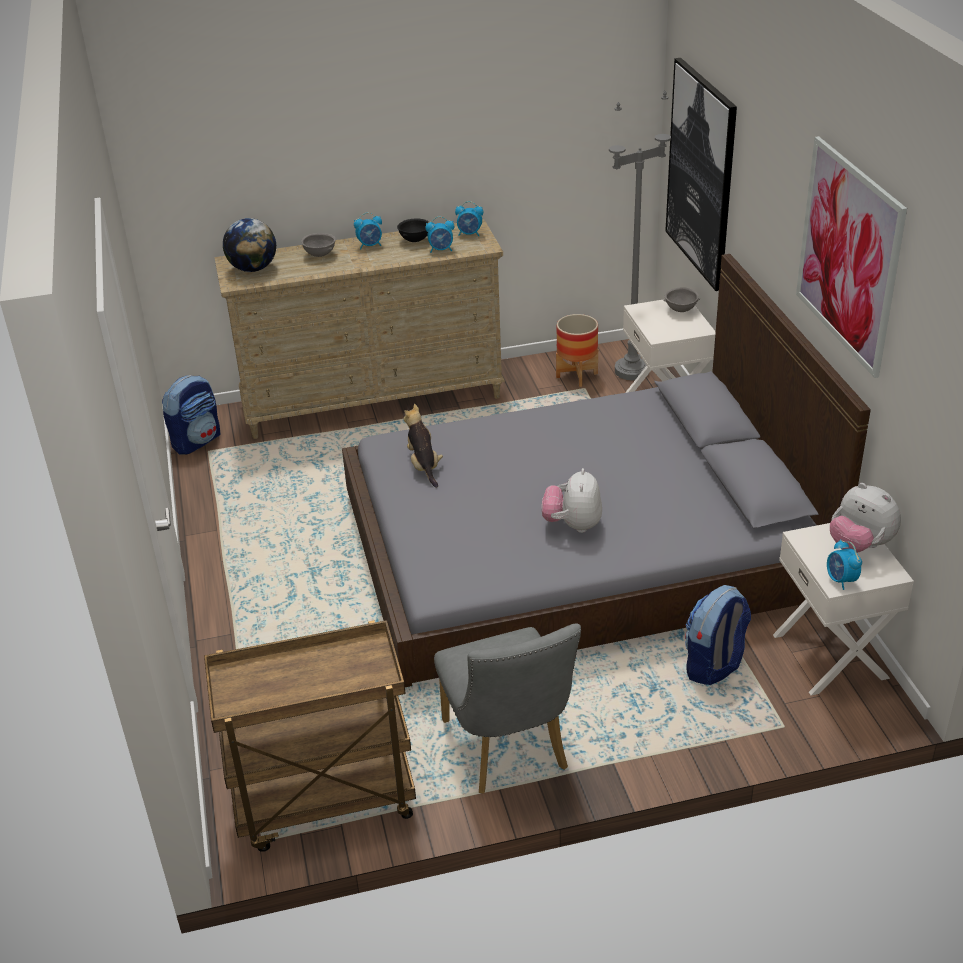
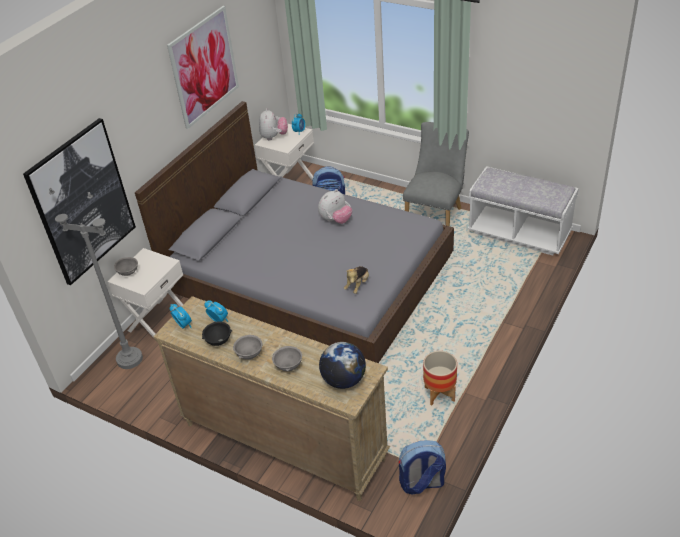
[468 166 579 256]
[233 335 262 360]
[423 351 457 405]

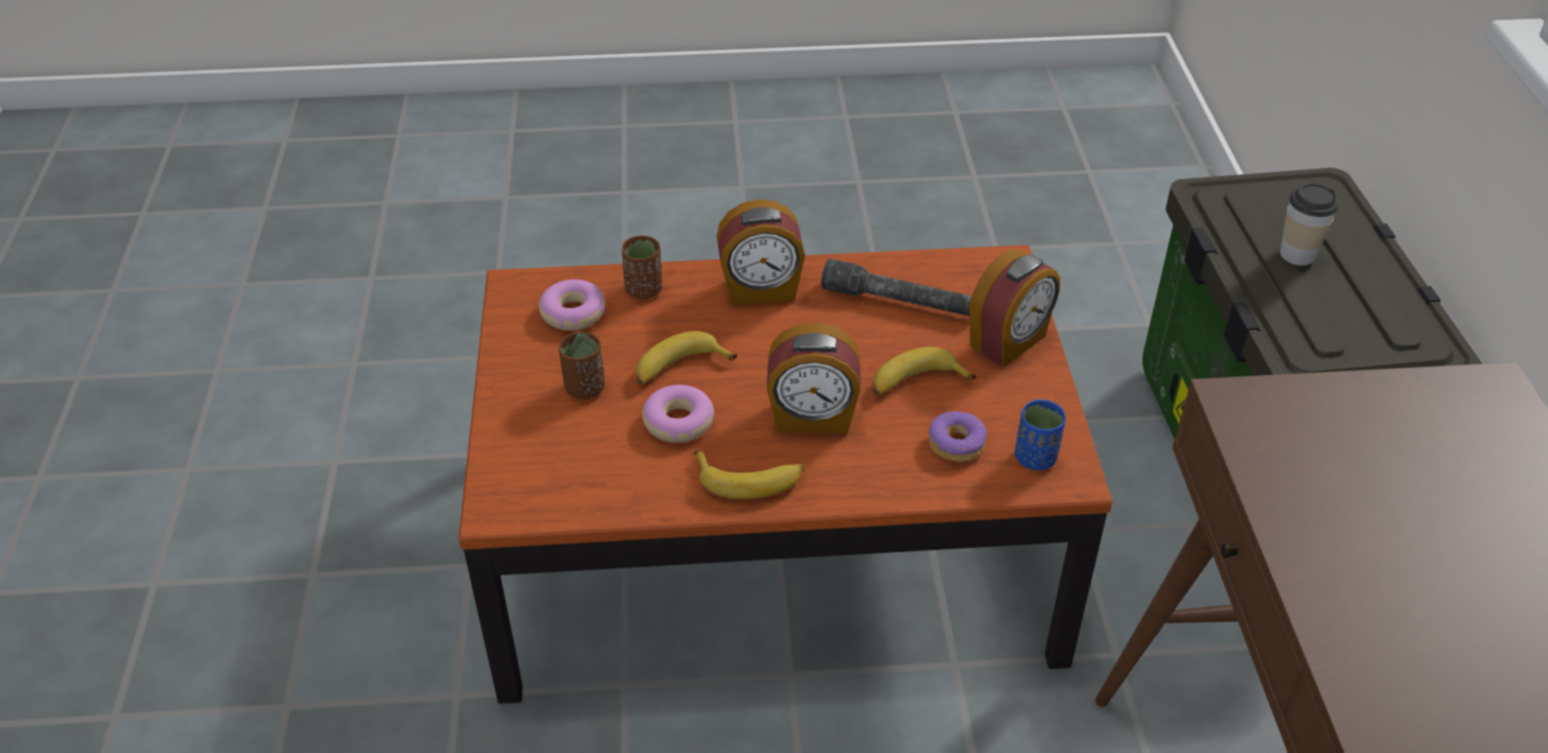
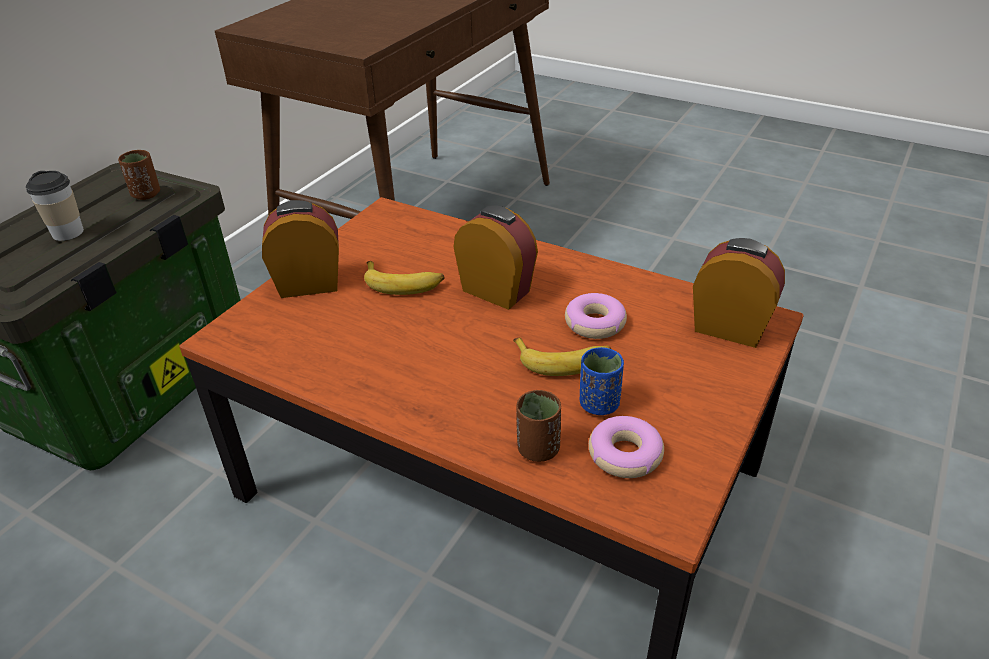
[118 150 160 200]
[694 450 805 499] (first image)
[693 238 785 348]
[821 258 972 316] (first image)
[929 411 987 462] (first image)
[580 347 624 415]

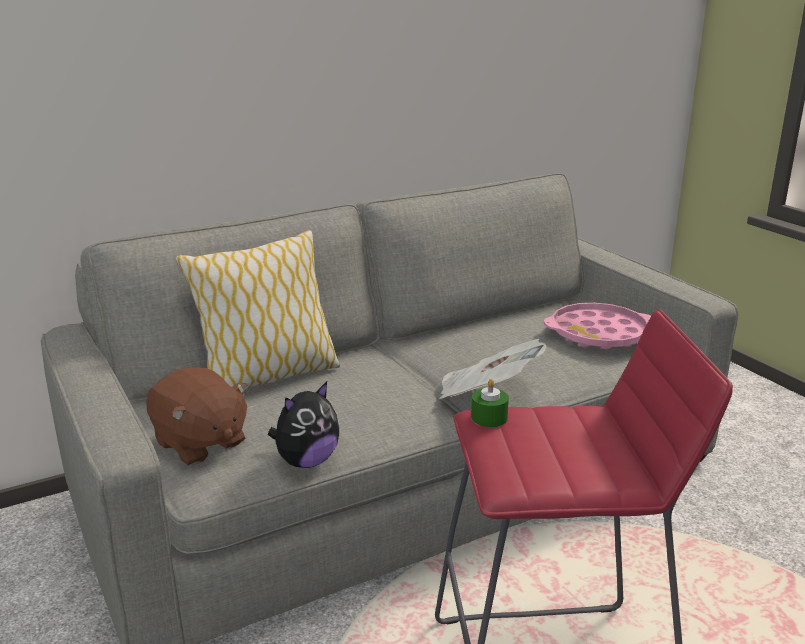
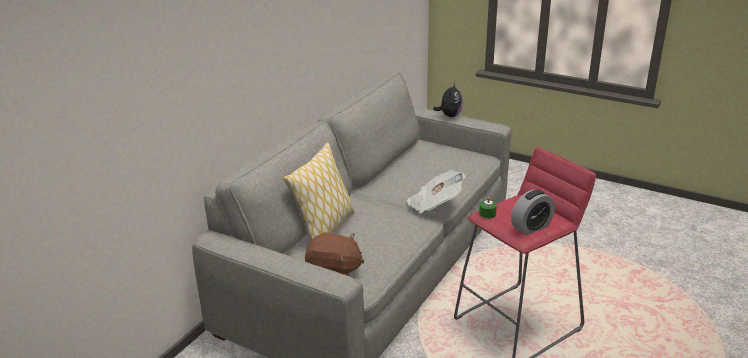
[433 83 463 117]
[544 303 651 349] (first image)
[511 190 555 235]

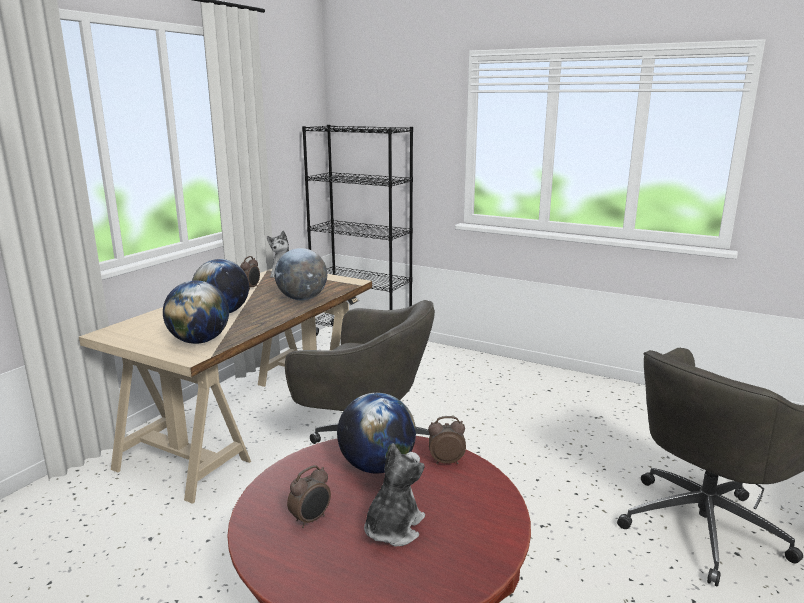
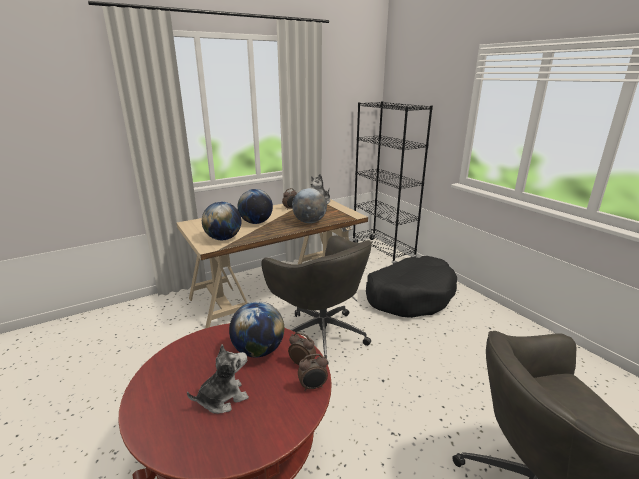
[298 354 328 391]
[366 256 457 318]

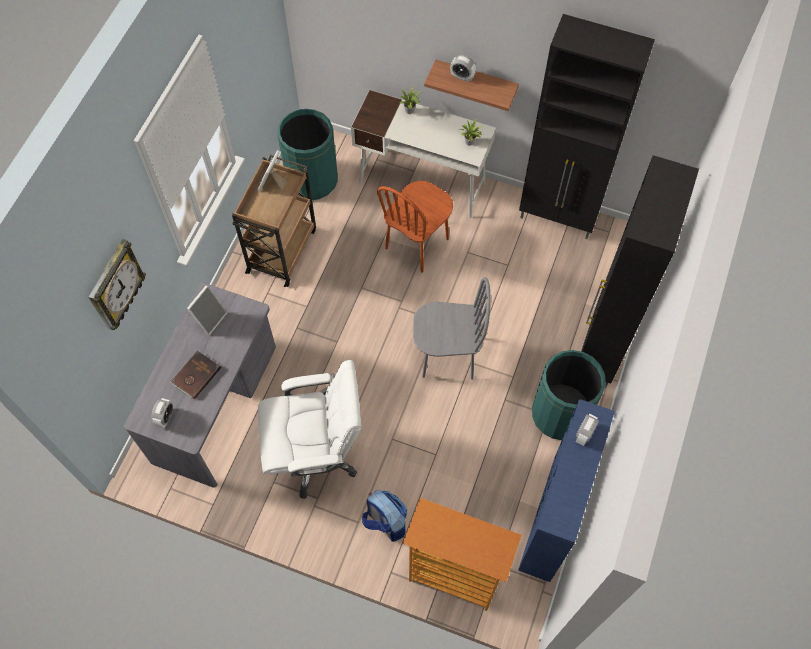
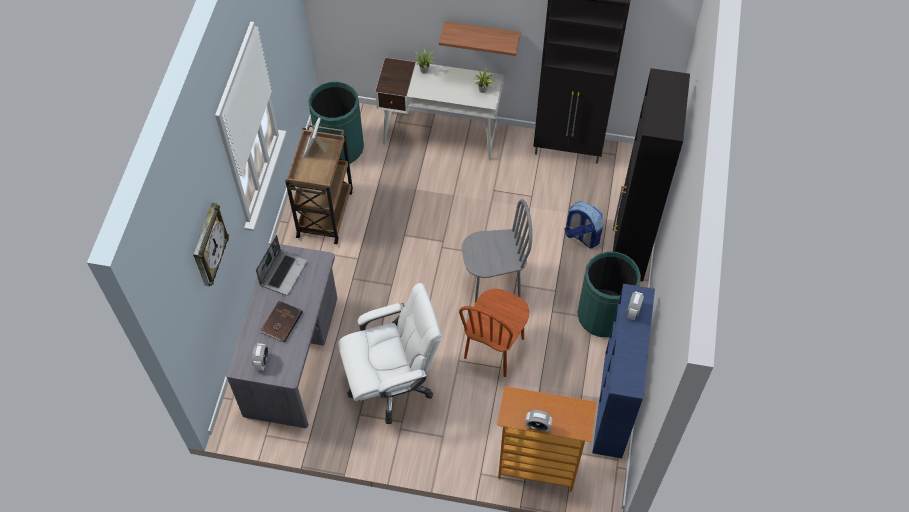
[256 235 307 295]
[564 201 603 248]
[459 289 529 377]
[525 410 552 432]

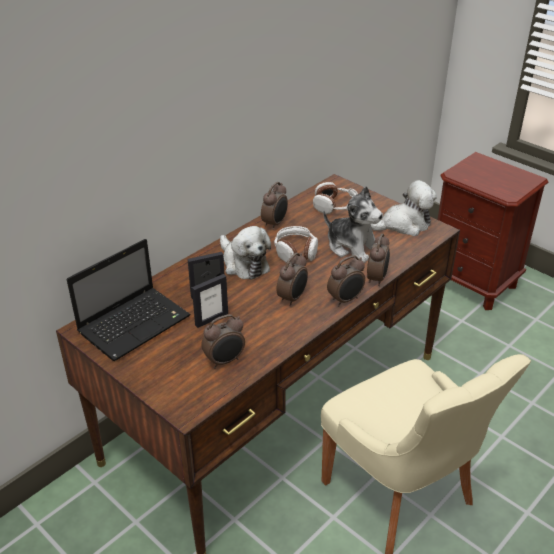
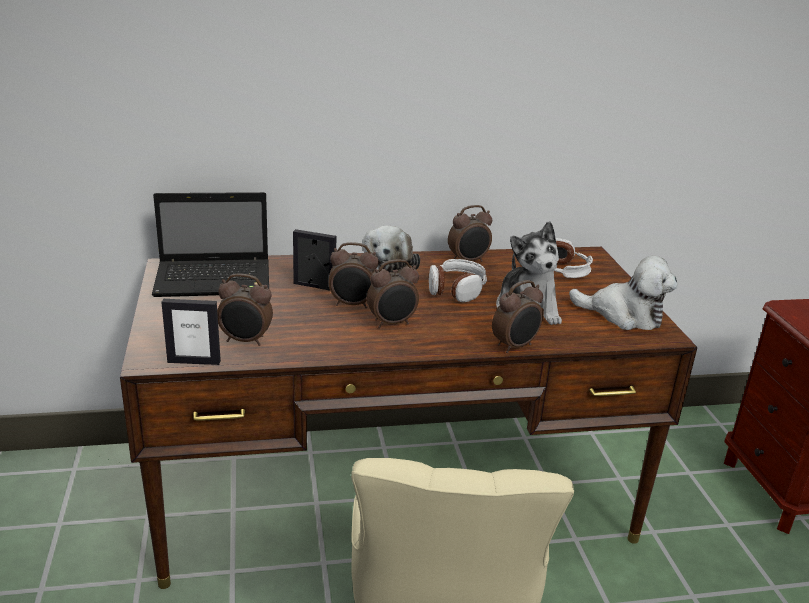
[161 299 221 365]
[329 242 379 308]

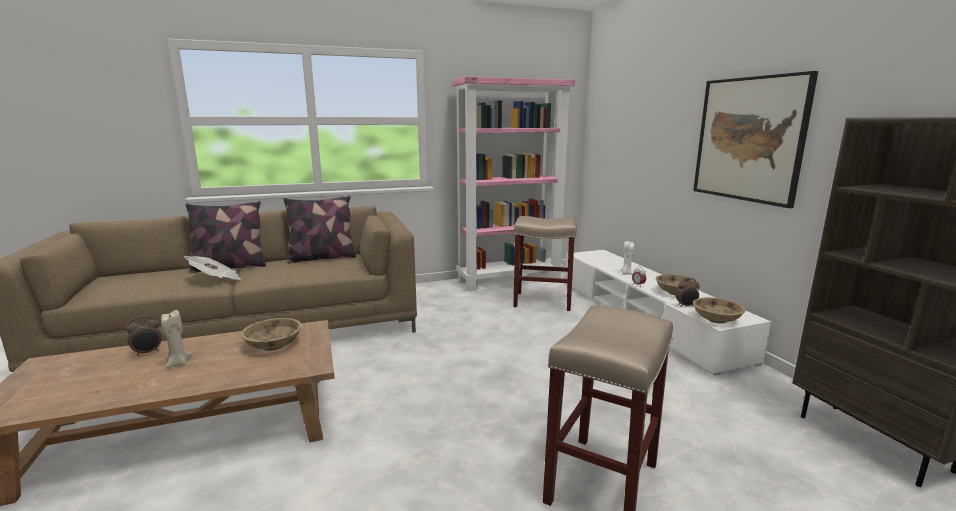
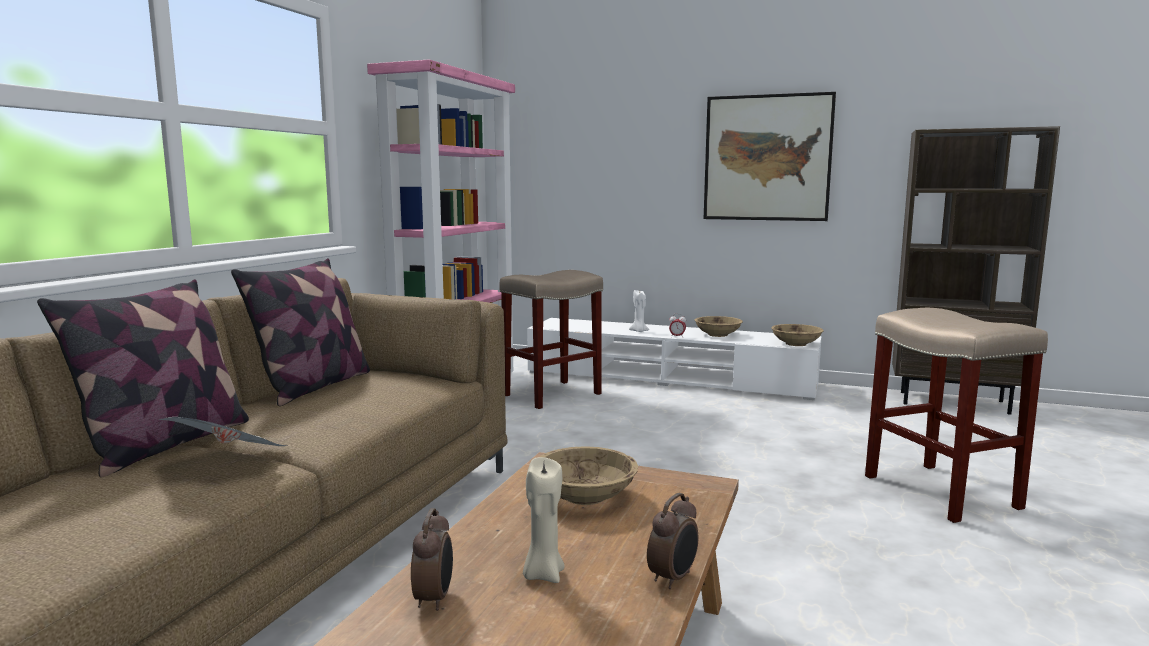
[647 493 699 589]

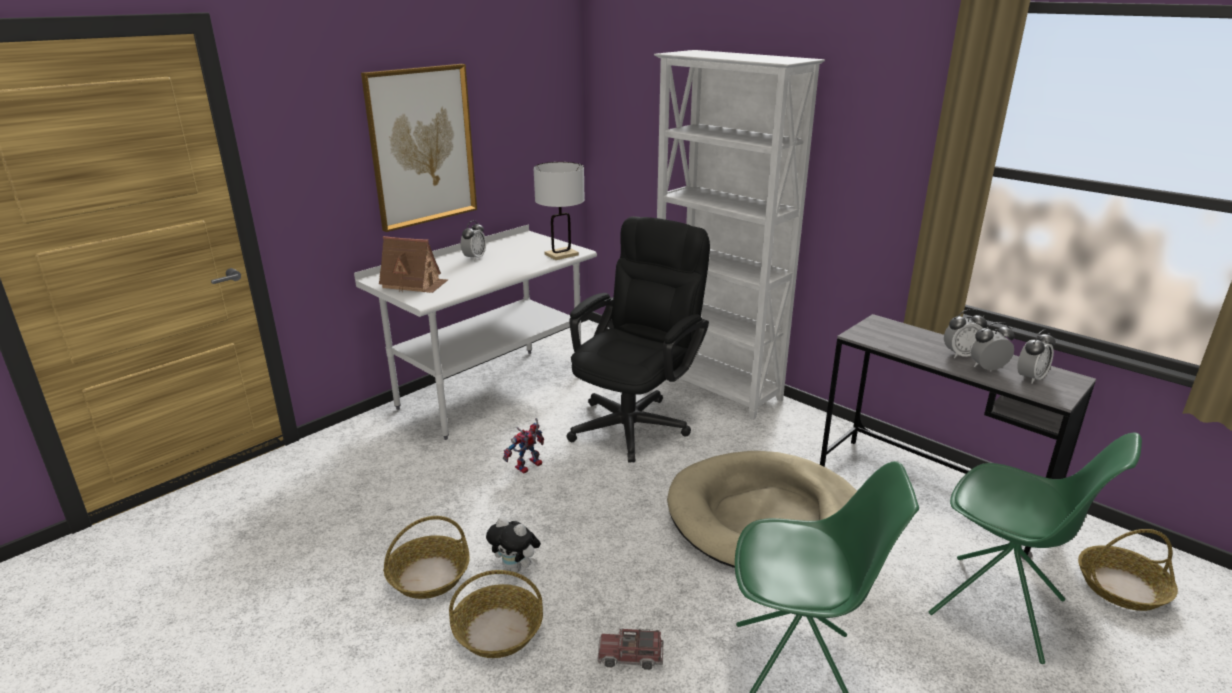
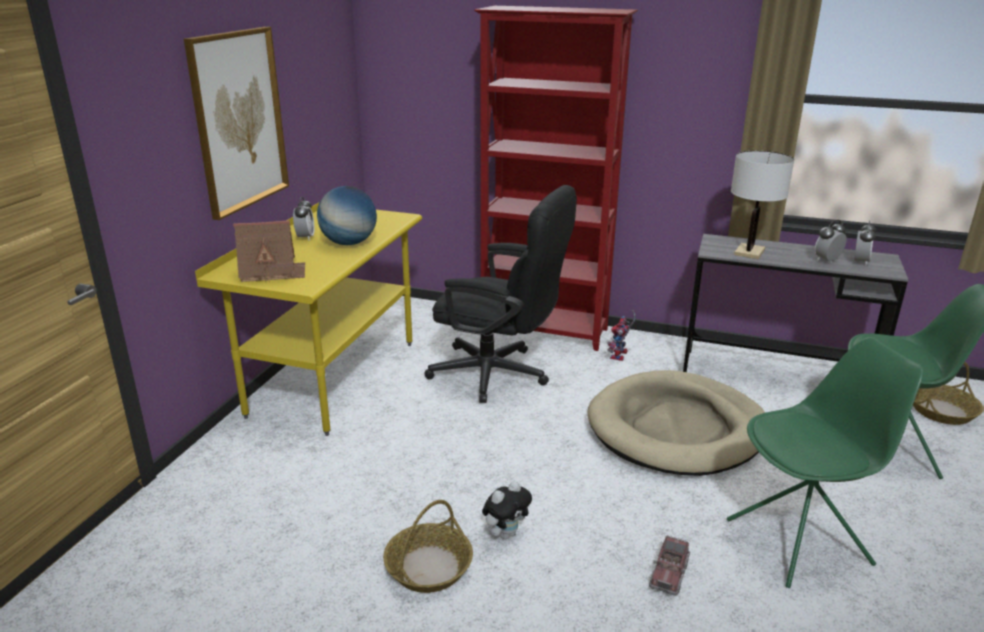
[195 202 422 436]
[449 570 543 658] (first image)
[482 481 532 539]
[607 310 636 361]
[731 151 794 259]
[424 185 577 403]
[649 536 690 596]
[474 6 638 351]
[944 309 987 359] (first image)
[317 186 377 245]

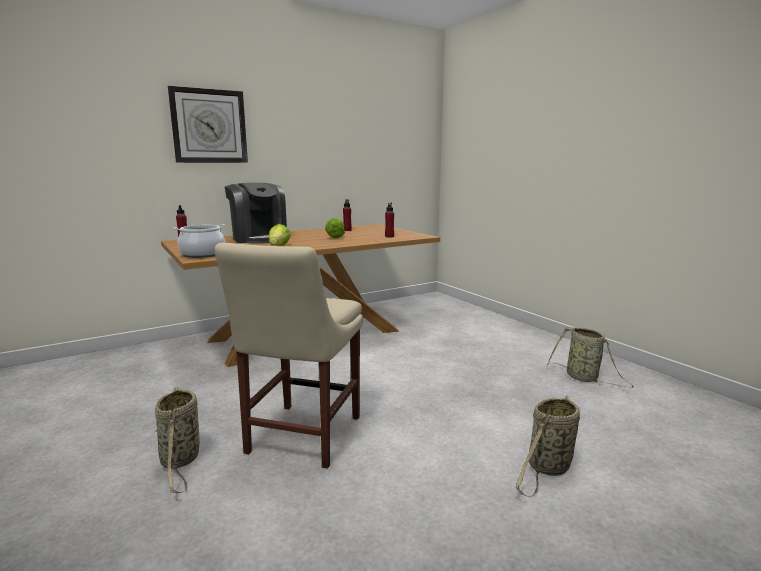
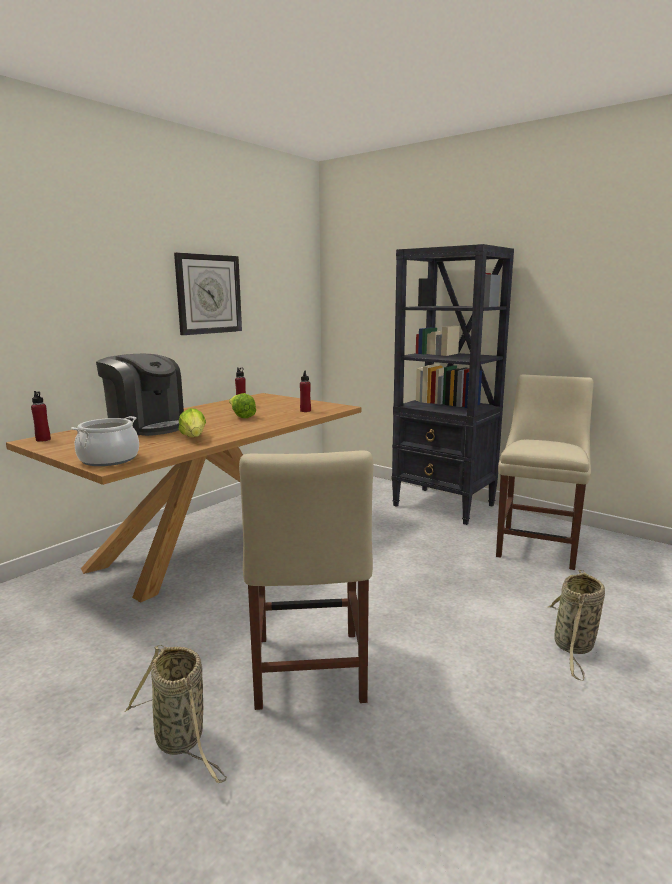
[174 253 242 335]
[496 374 594 570]
[392 244 514 525]

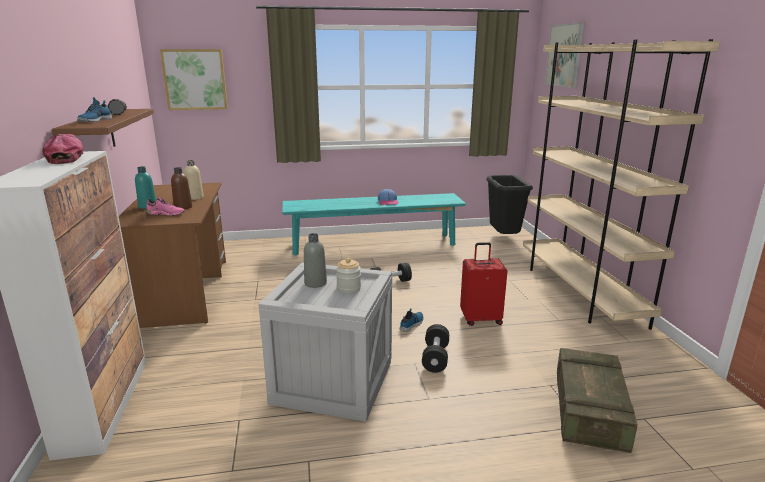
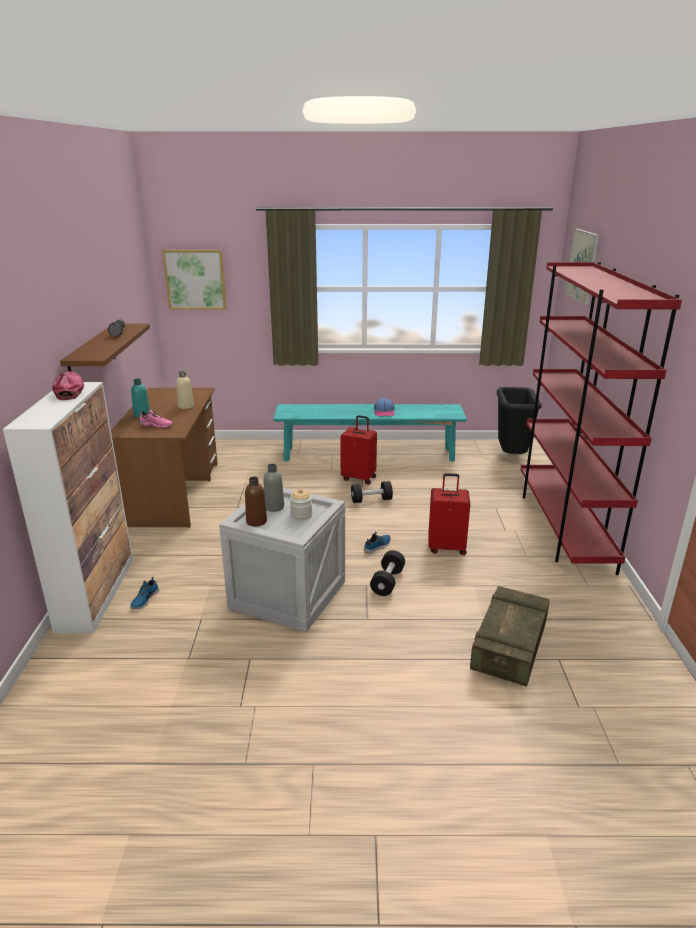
[130 577 159 609]
[245 477 267 526]
[521 262 682 575]
[340 415 377 485]

